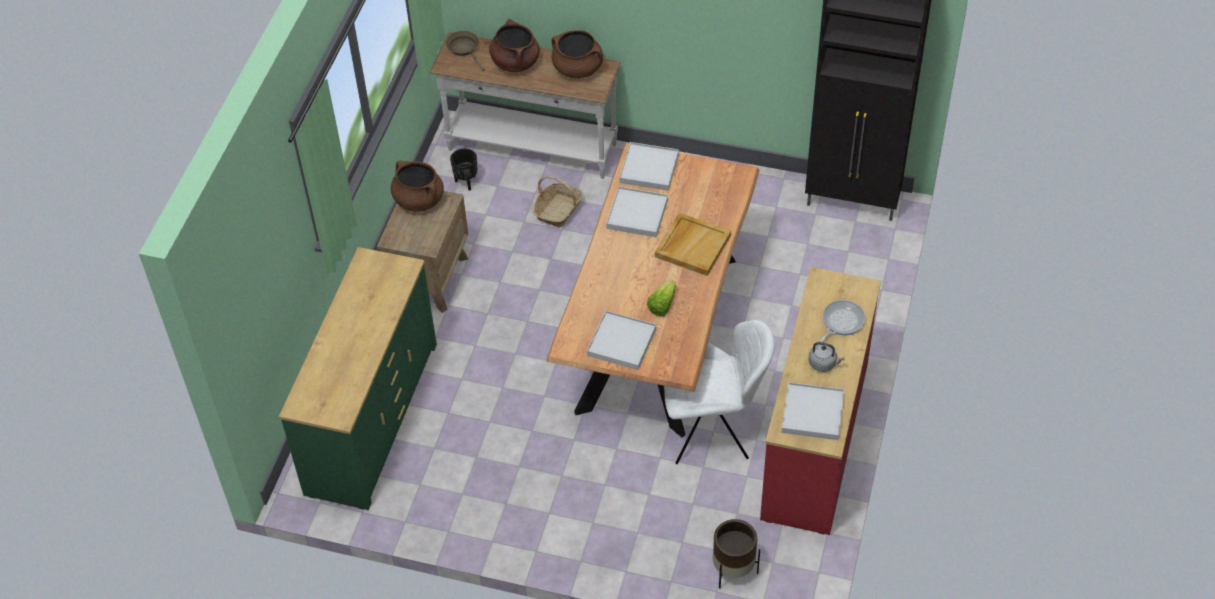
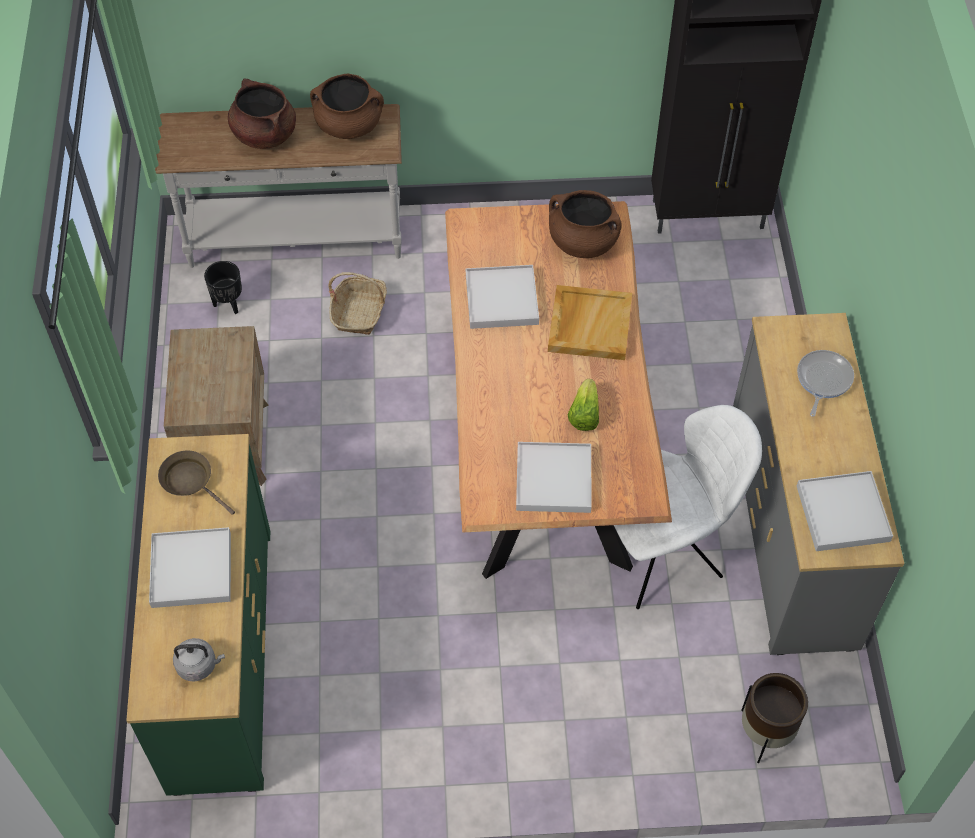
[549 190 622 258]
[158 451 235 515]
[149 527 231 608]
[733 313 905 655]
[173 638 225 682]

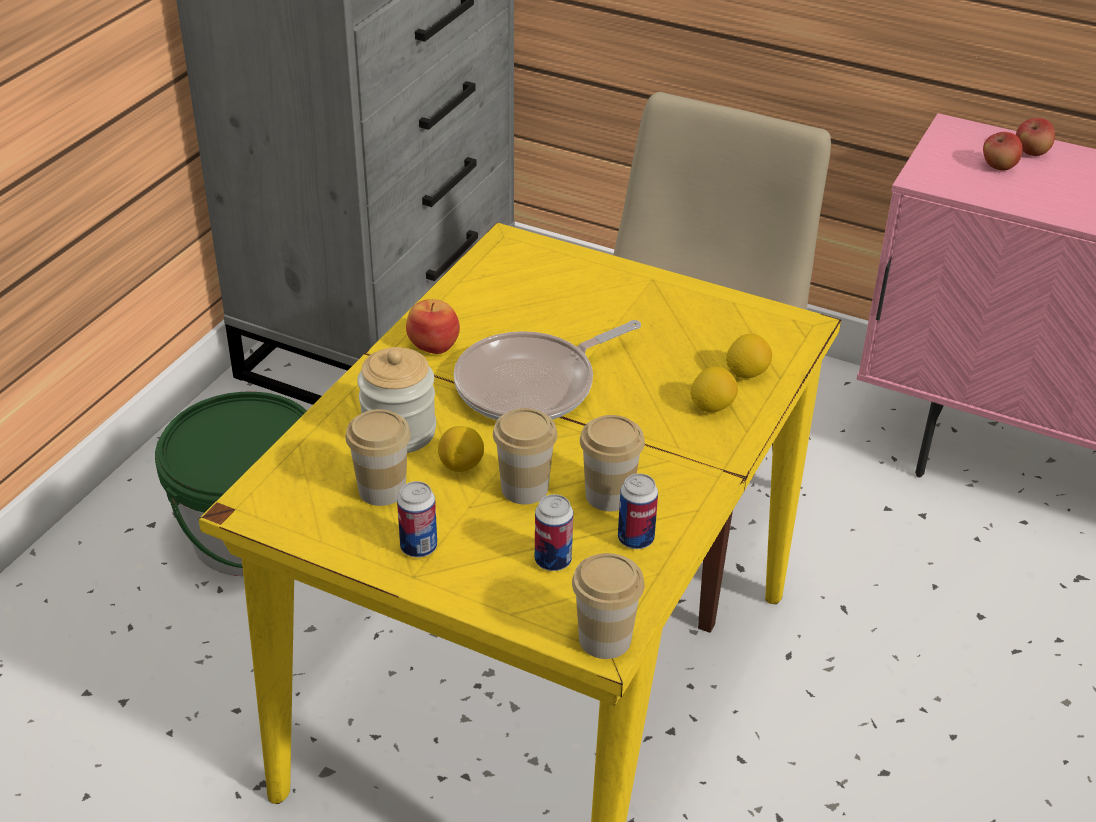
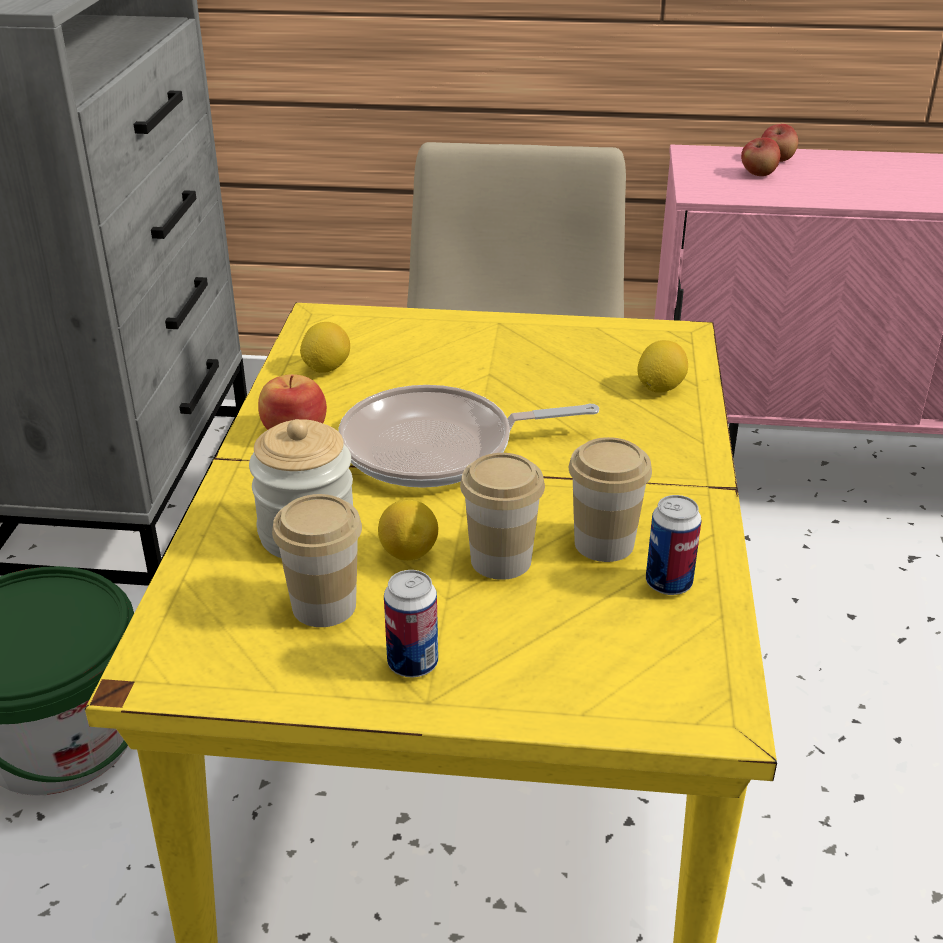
[339 385 599 488]
[535 494 573 571] (first image)
[572 553 645 659] (first image)
[300 322 350 373]

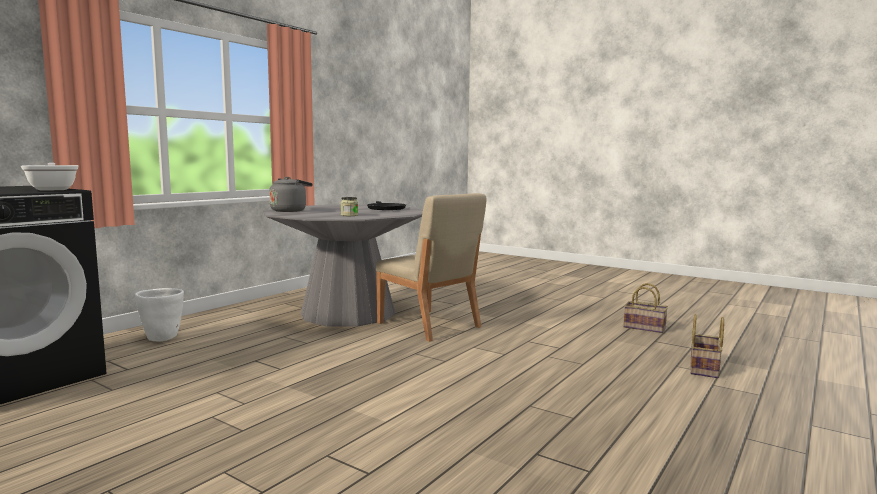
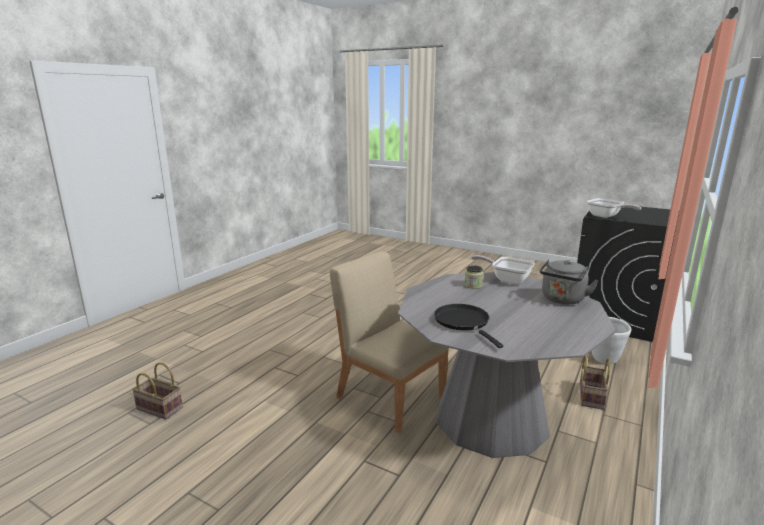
[579 355 610 410]
[471 255 535 284]

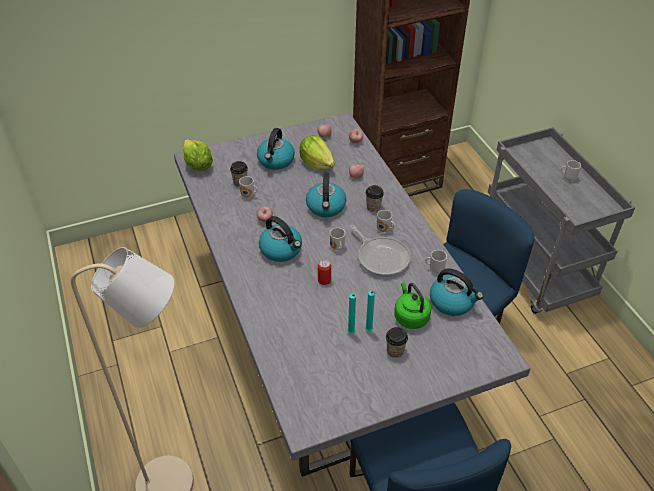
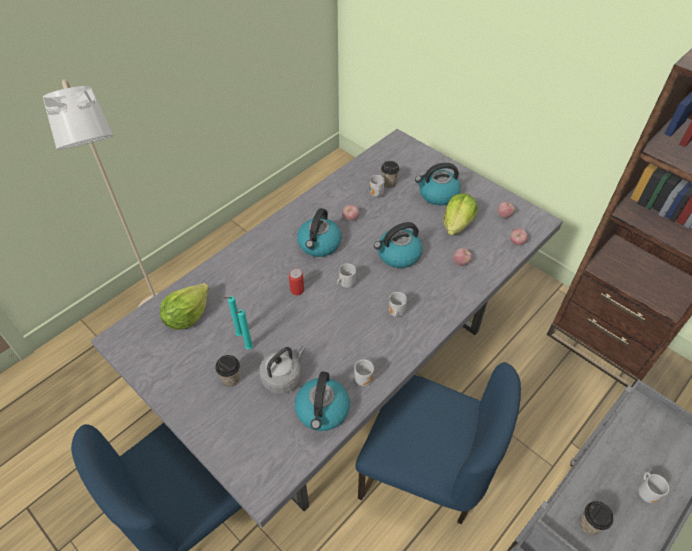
[160 283 209 330]
[350 225 411 277] (first image)
[579 501 614 535]
[259 346 306 394]

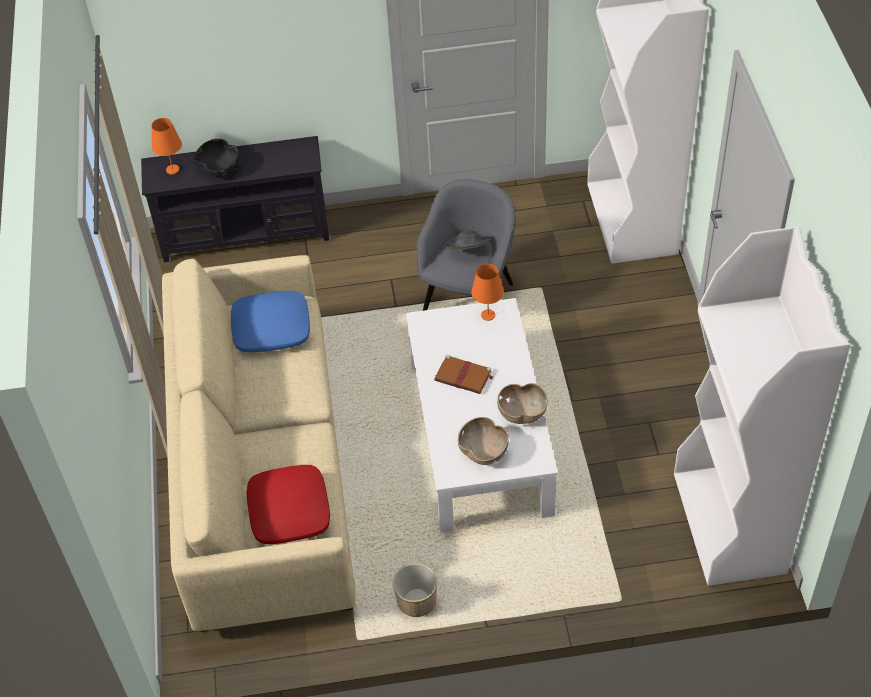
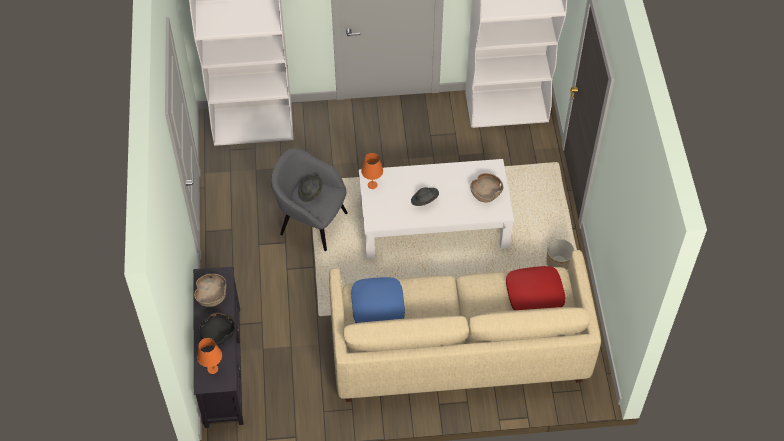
[411 187 439 206]
[194 274 226 307]

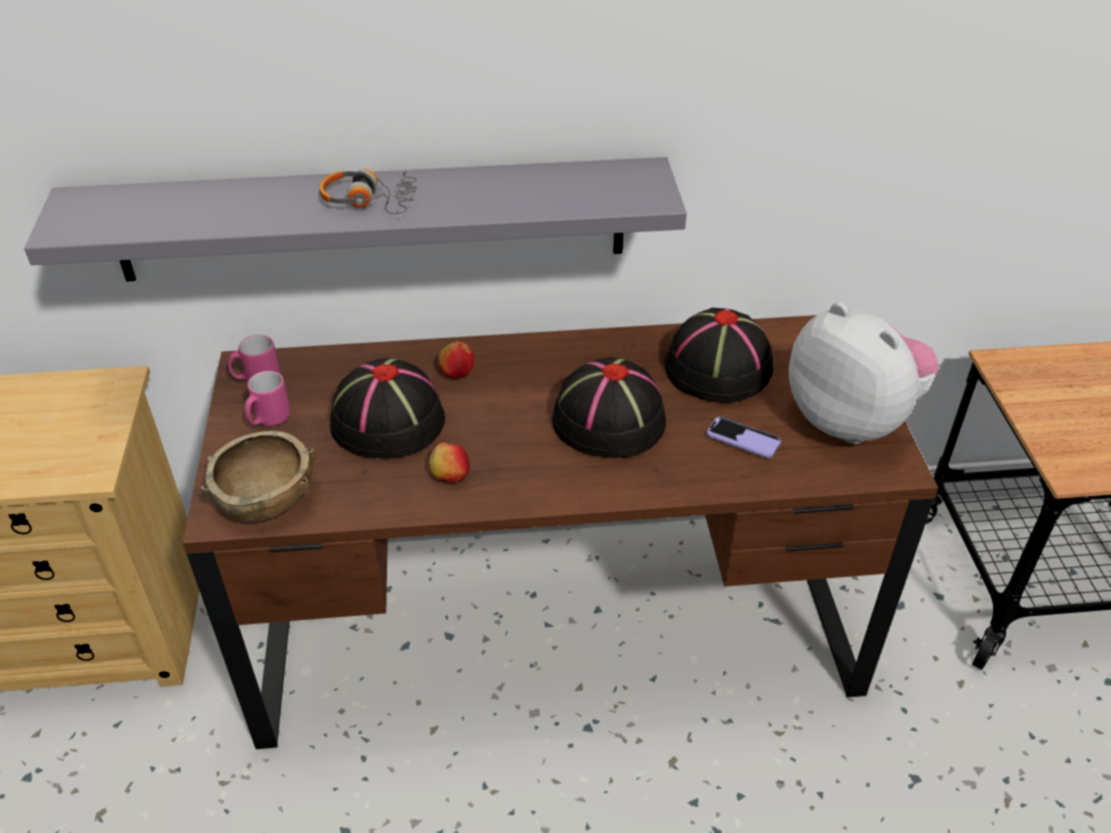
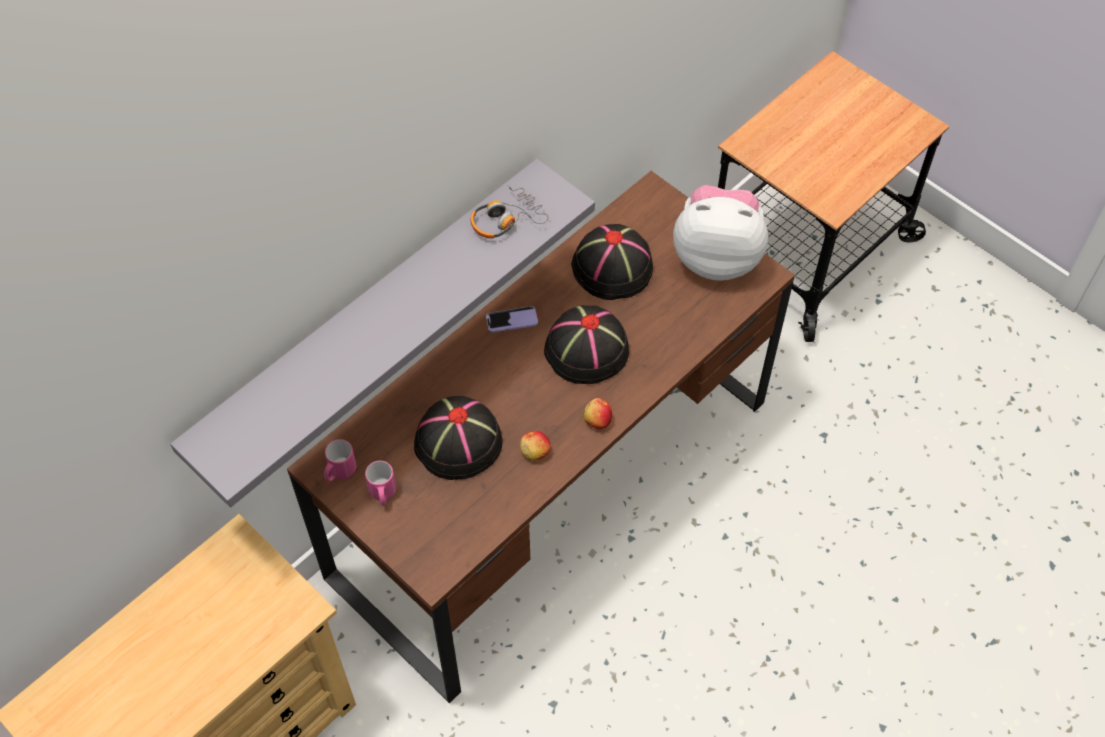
[200 431 317 521] (first image)
[470 185 548 239]
[584 398 612 429]
[486 306 538 333]

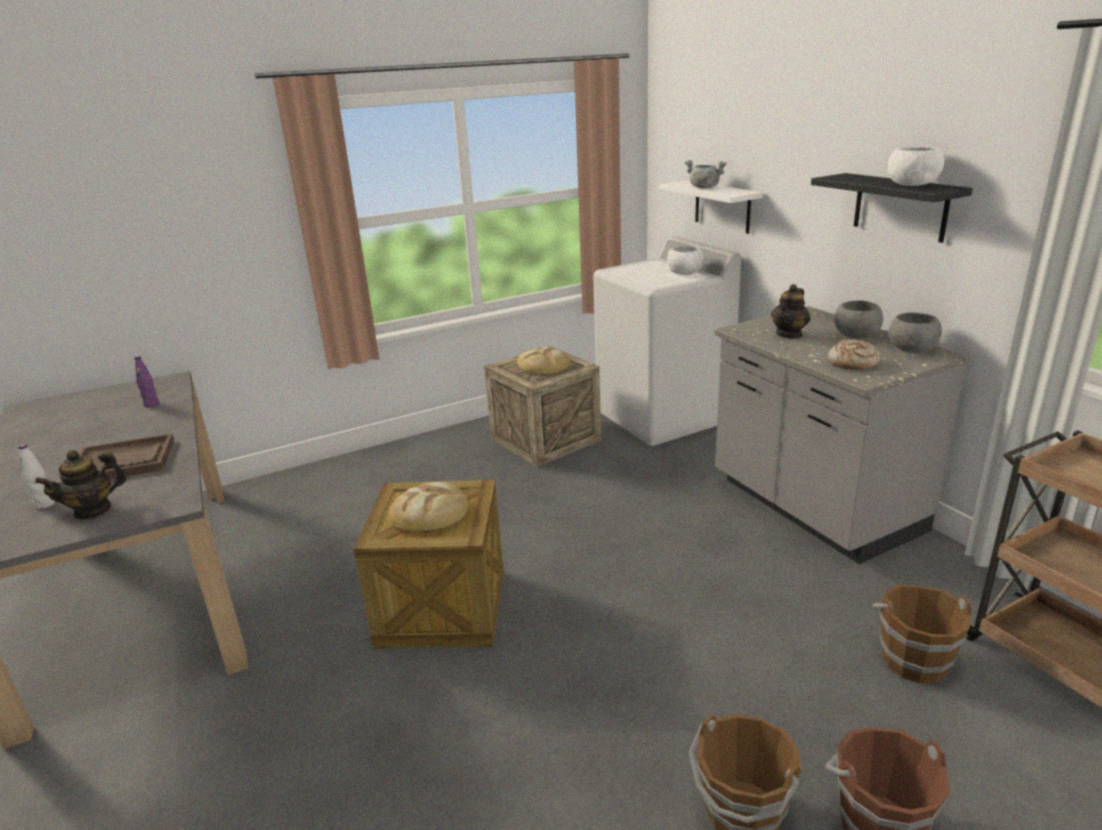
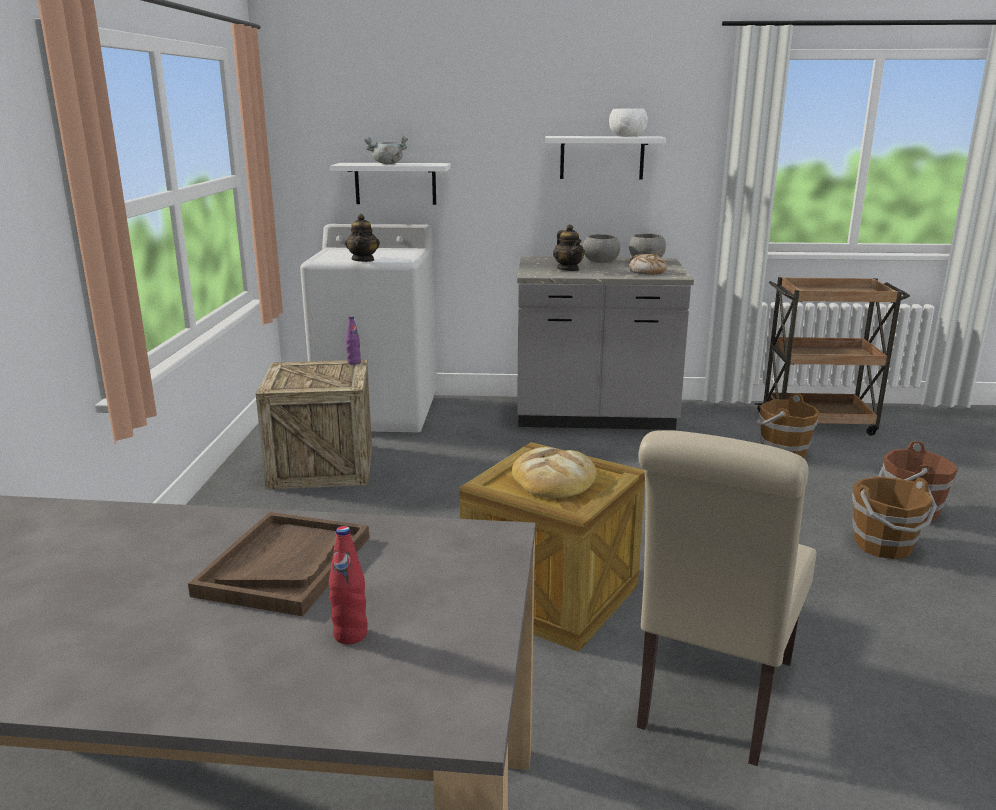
[329 526 368 644]
[345 214 380 262]
[346 316 361 365]
[517 347 570 375] (first image)
[667 246 703 275] (first image)
[545 136 666 179]
[637 430 817 766]

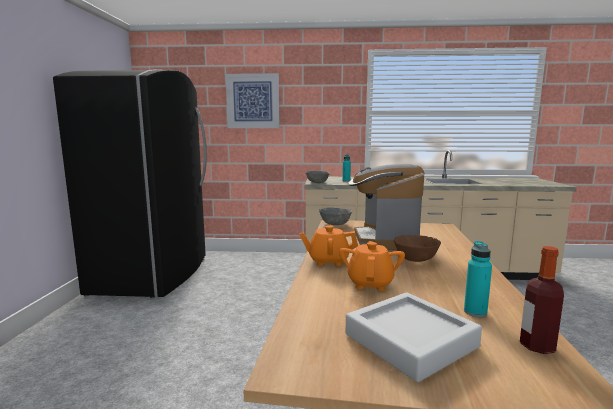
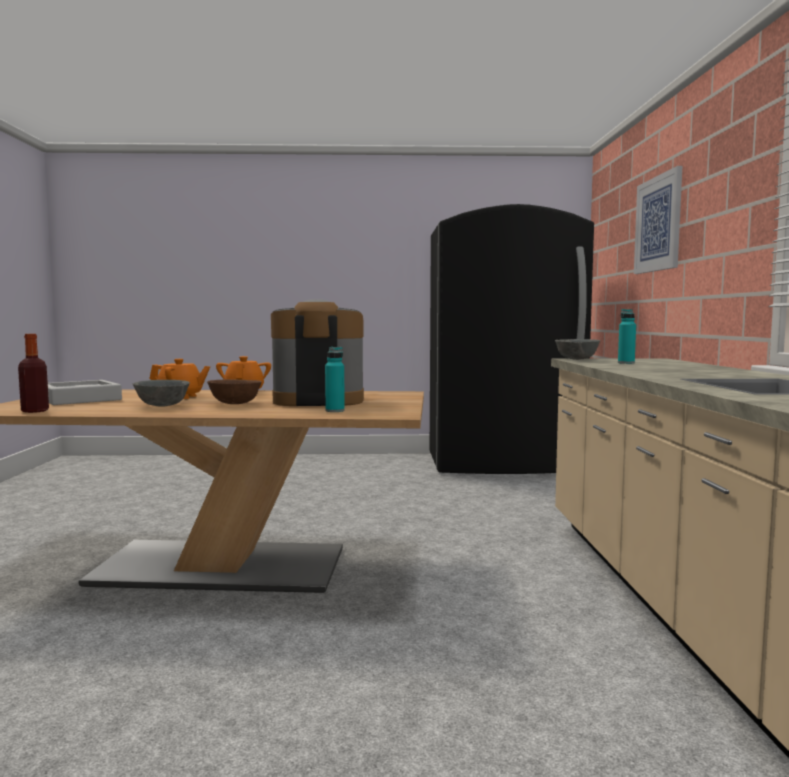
[133 380 190 407]
[325 347 345 412]

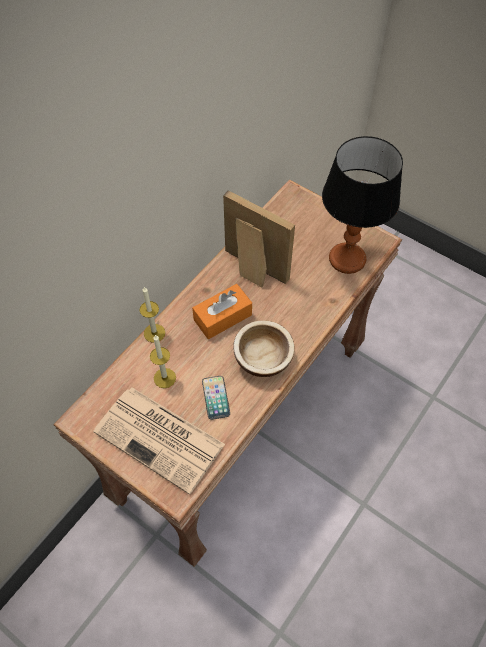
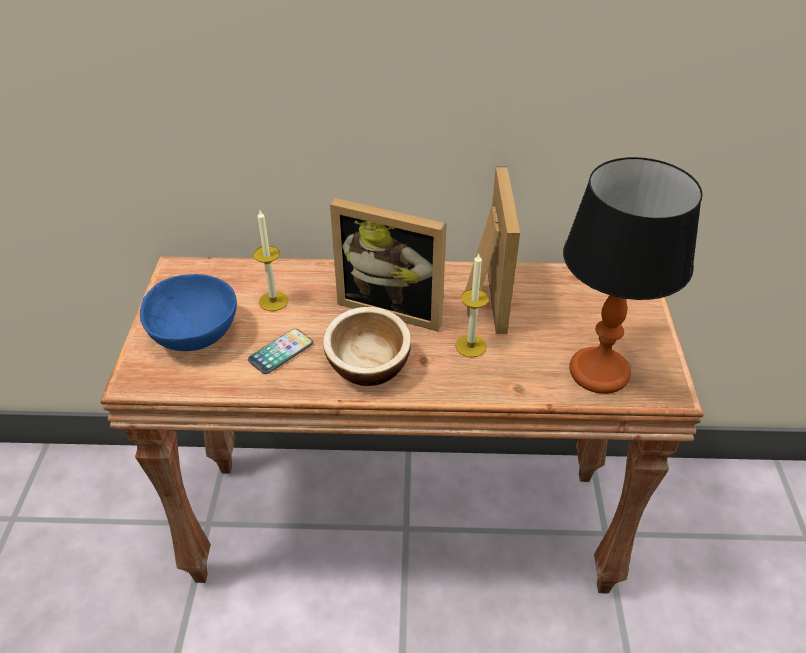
[140 274 237 351]
[455 253 489 358]
[330 198 447 331]

